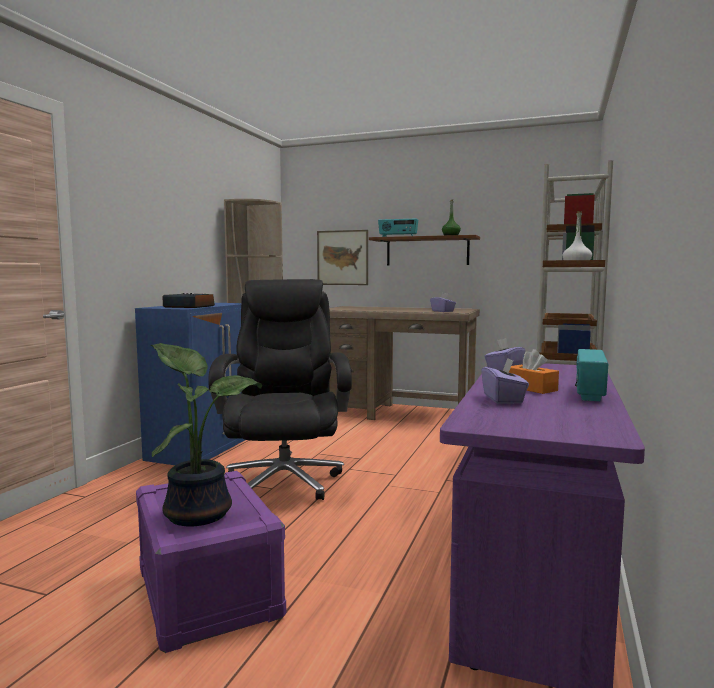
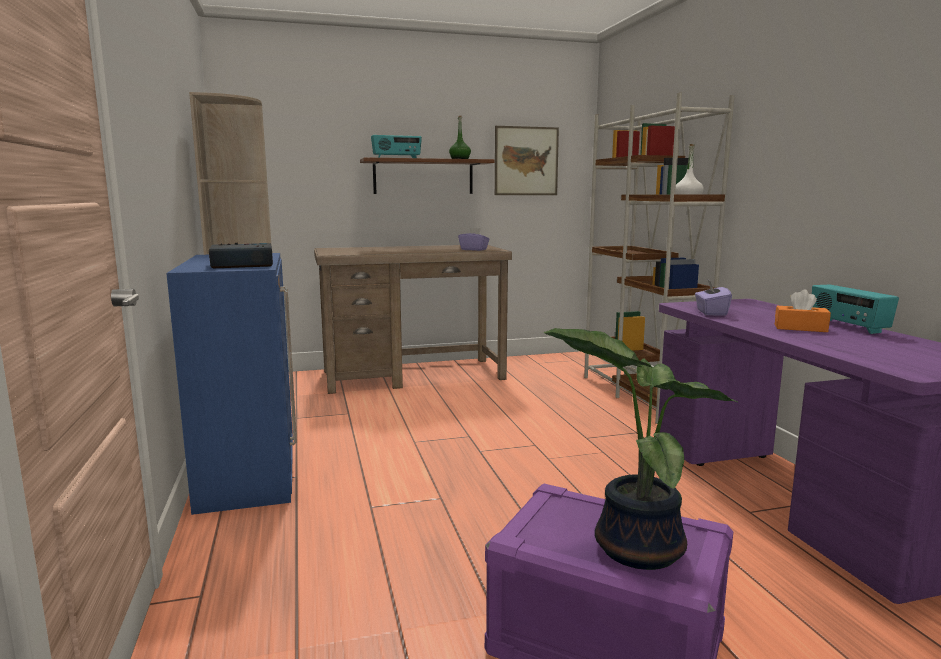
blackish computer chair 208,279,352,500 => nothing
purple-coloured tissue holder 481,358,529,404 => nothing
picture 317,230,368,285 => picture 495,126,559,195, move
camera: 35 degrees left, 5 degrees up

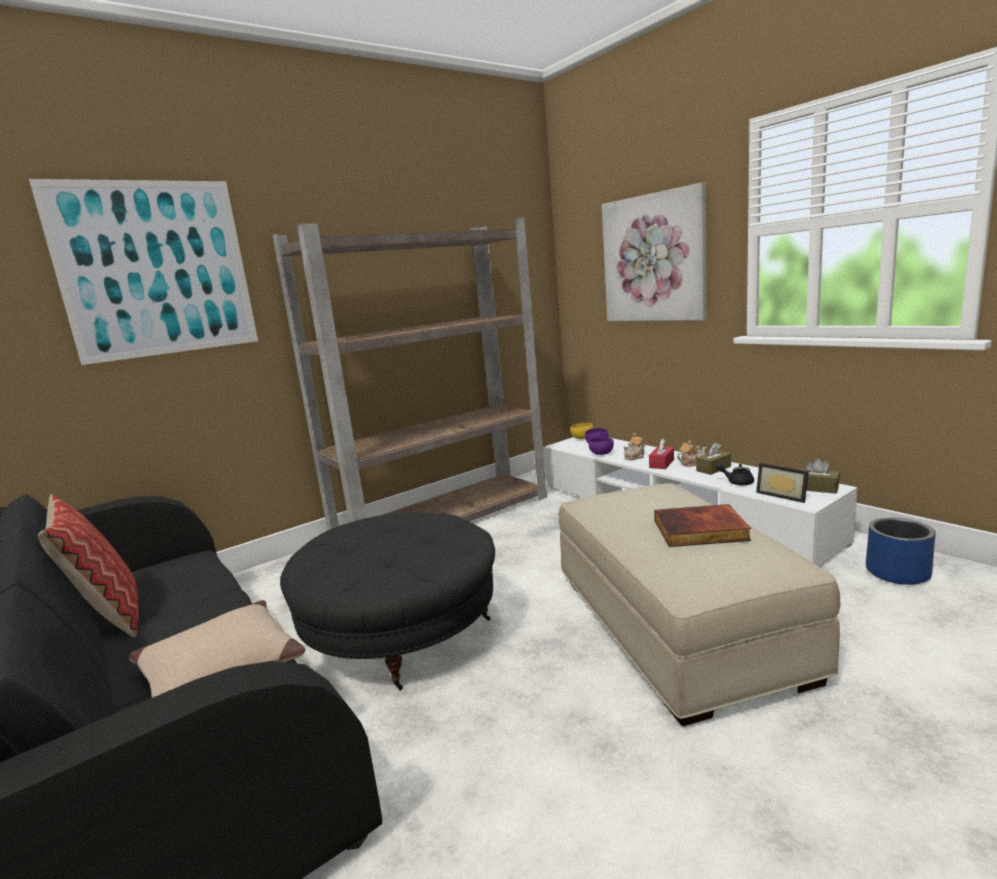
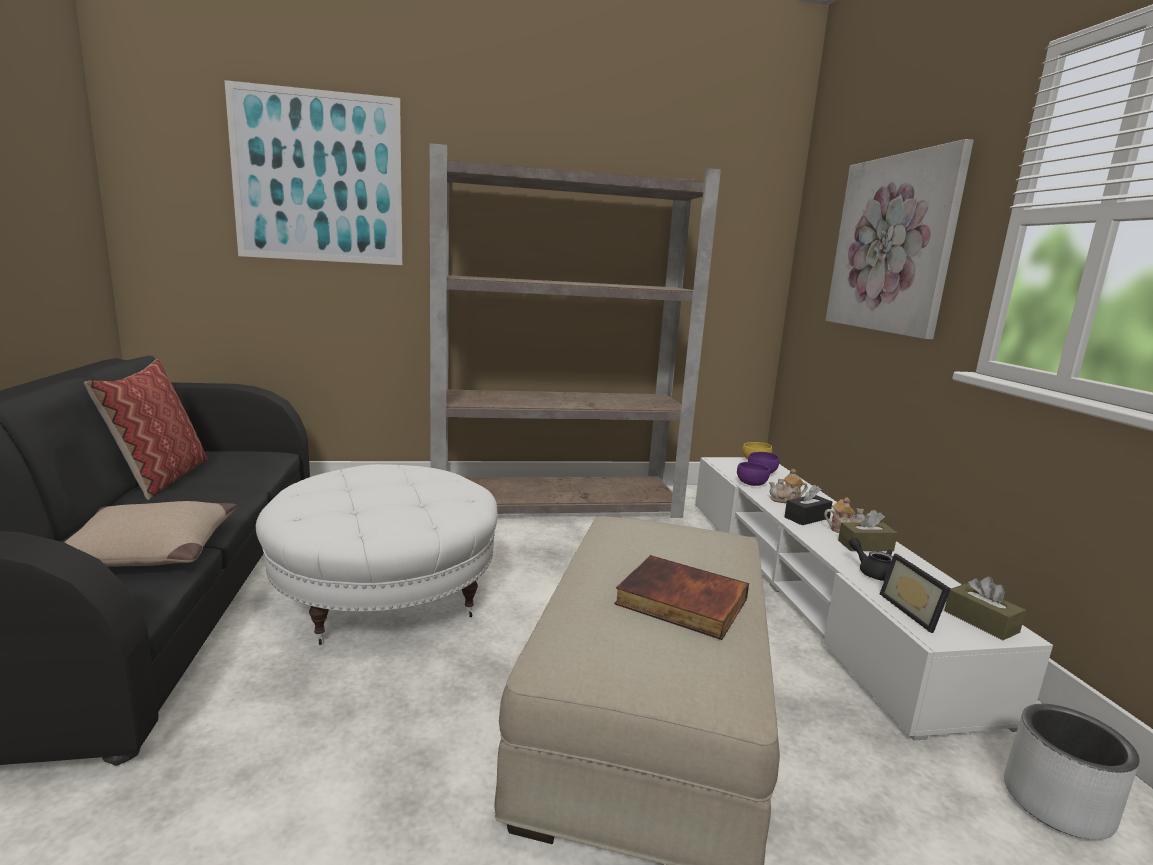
blackish ottoman 280,512,495,690 => white ottoman 256,464,498,645
red-coloured tissue holder 649,438,674,469 => blackish tissue holder 784,485,832,525
bluish plant pot 866,517,936,585 => greyish plant pot 1004,704,1140,840
camera: 25 degrees right, 0 degrees up

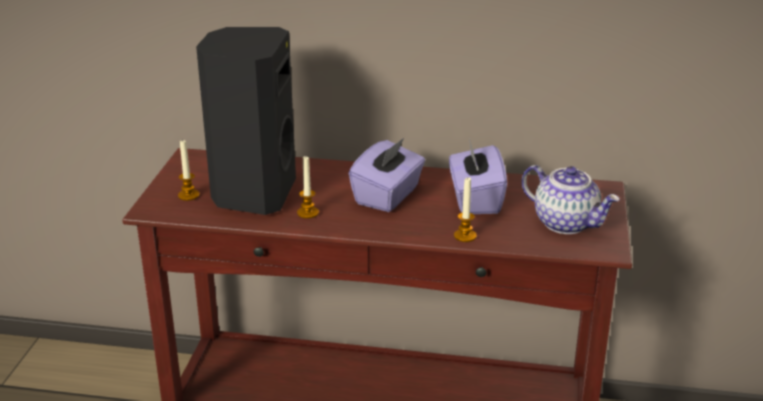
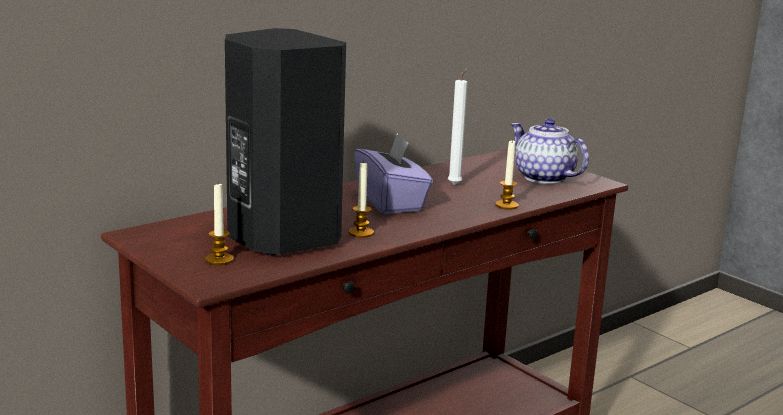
purple-coloured tissue holder 449,139,507,214 => white wax candle 448,67,469,185
teapot 521,165,620,234 => teapot 511,118,589,184, 120 degrees counterclockwise
camera: 50 degrees left, 10 degrees down

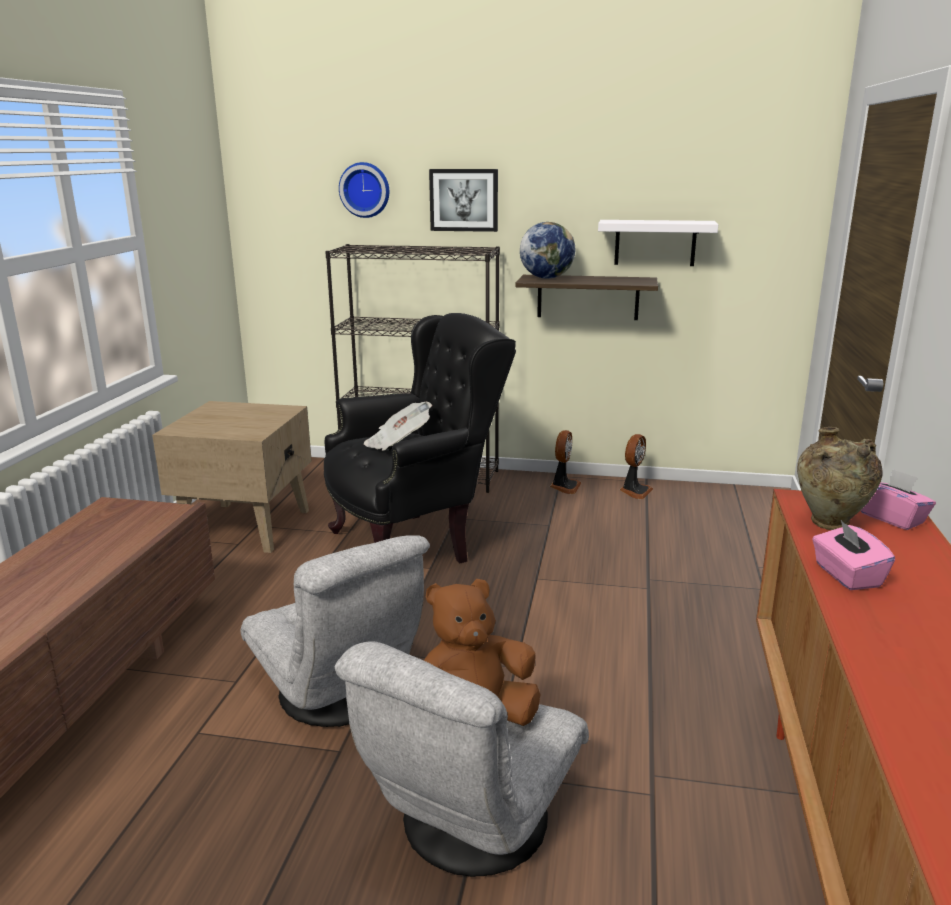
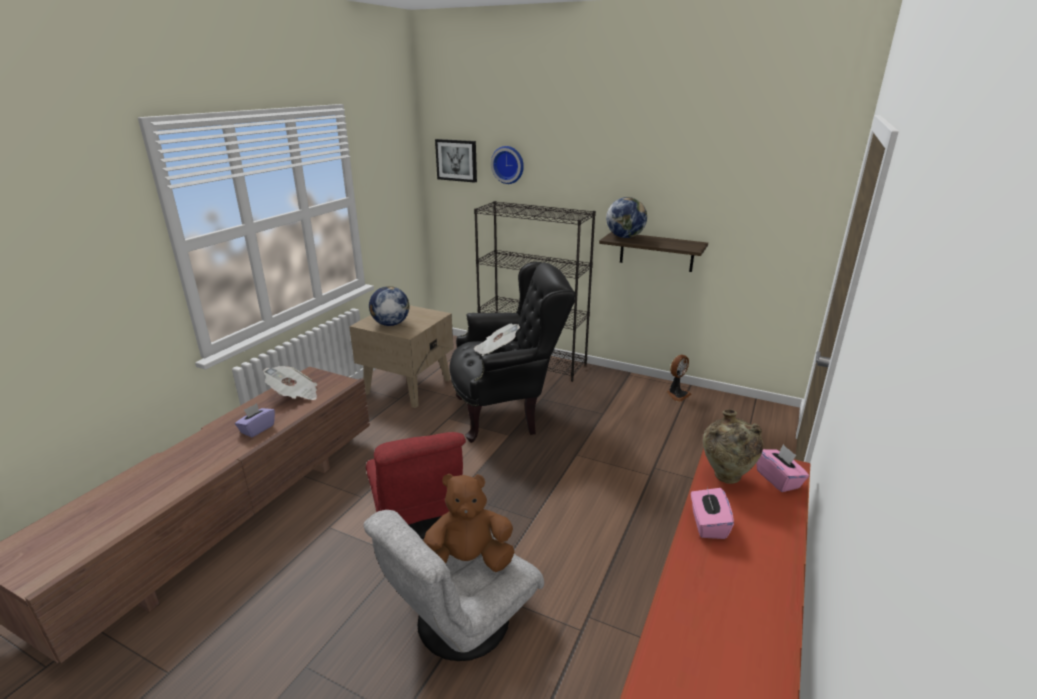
electric fan 550,430,581,494 => nothing
white bracket shelf 598,220,718,266 => nothing
nothing => purple-coloured tissue holder 235,403,275,437
nothing => printed paper 263,366,317,400
nothing => desk globe 369,286,409,326
picture 429,169,498,232 => picture 435,139,477,183, move
greyish armchair 241,535,430,727 => red-coloured armchair 366,432,466,539
camera: 15 degrees right, 5 degrees up

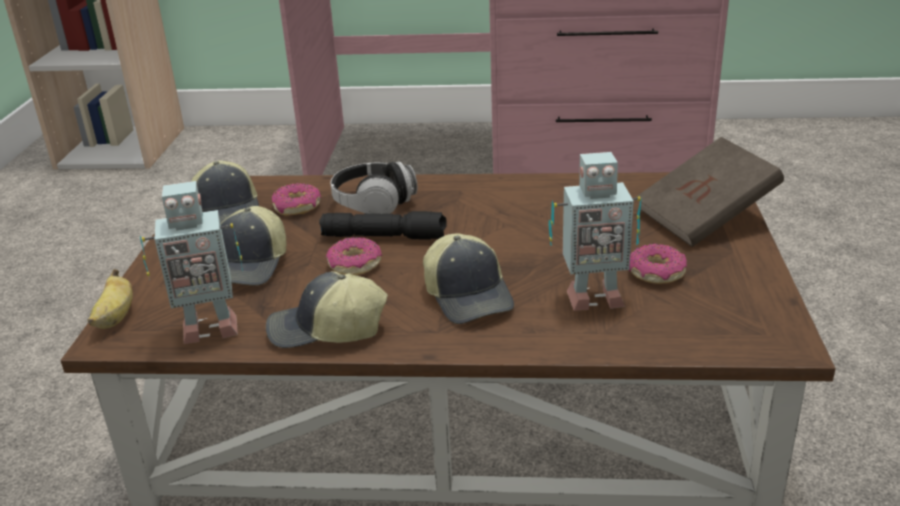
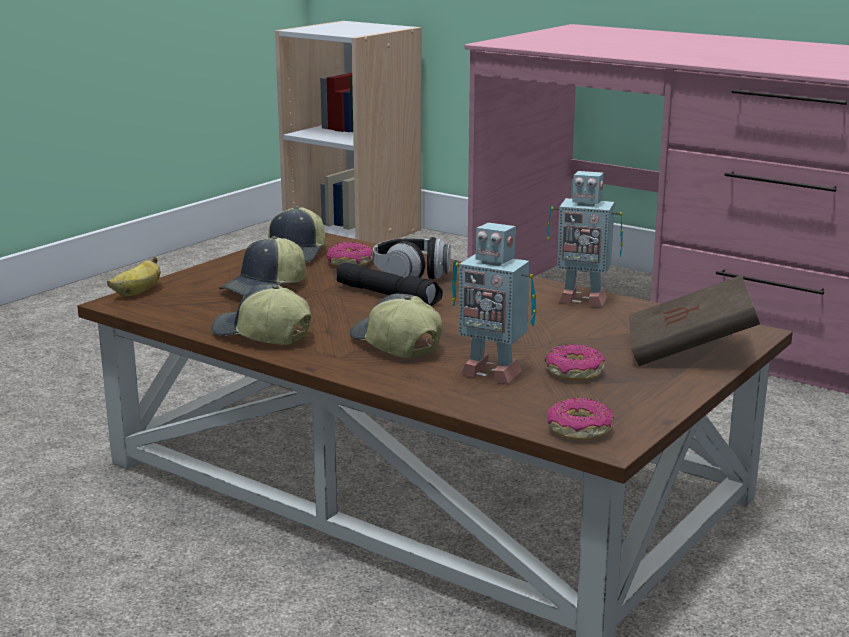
robot figure 140,181,243,344 => robot figure 547,171,623,307, move
donut 326,237,382,275 => donut 547,398,614,440, move
peaked cap 423,233,514,324 => peaked cap 350,294,442,358, 135 degrees clockwise
camera: 30 degrees right, 10 degrees down

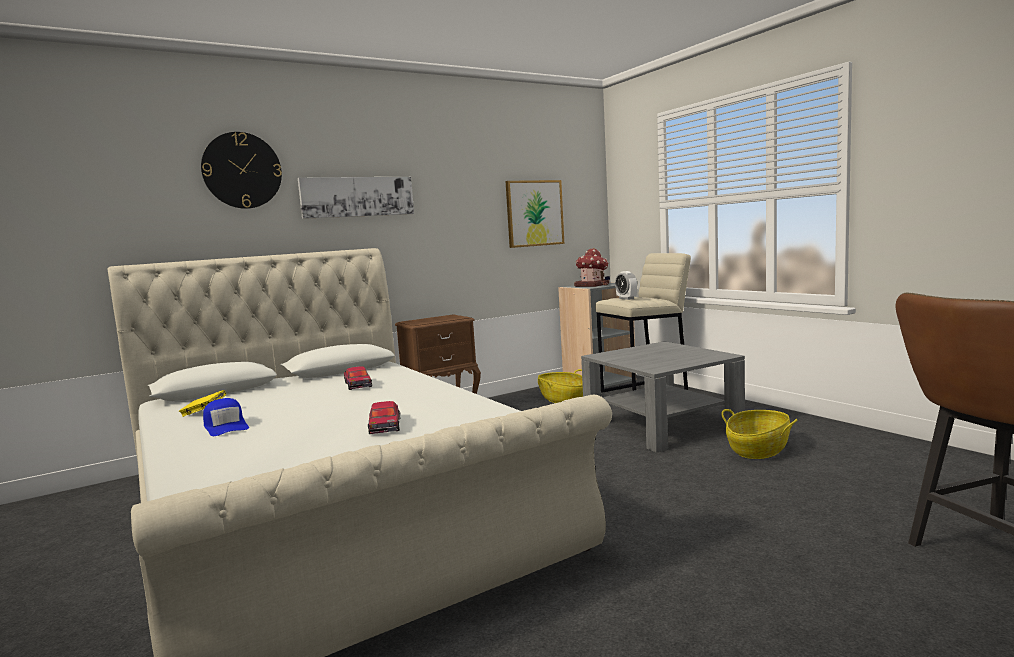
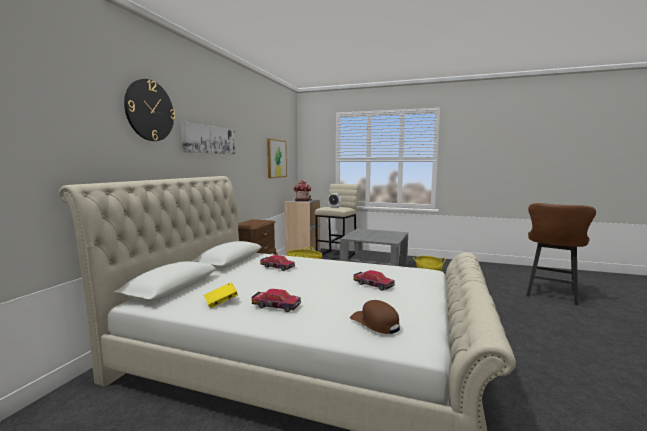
nothing => brown-coloured peaked cap 350,300,400,334
bluish peaked cap 203,398,249,436 => miniature car 251,289,301,312
camera: 40 degrees left, 0 degrees up

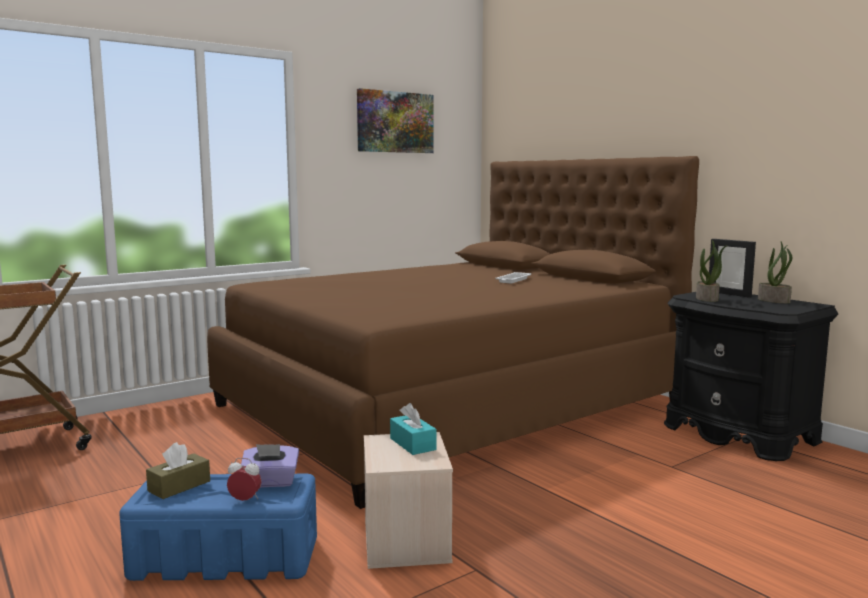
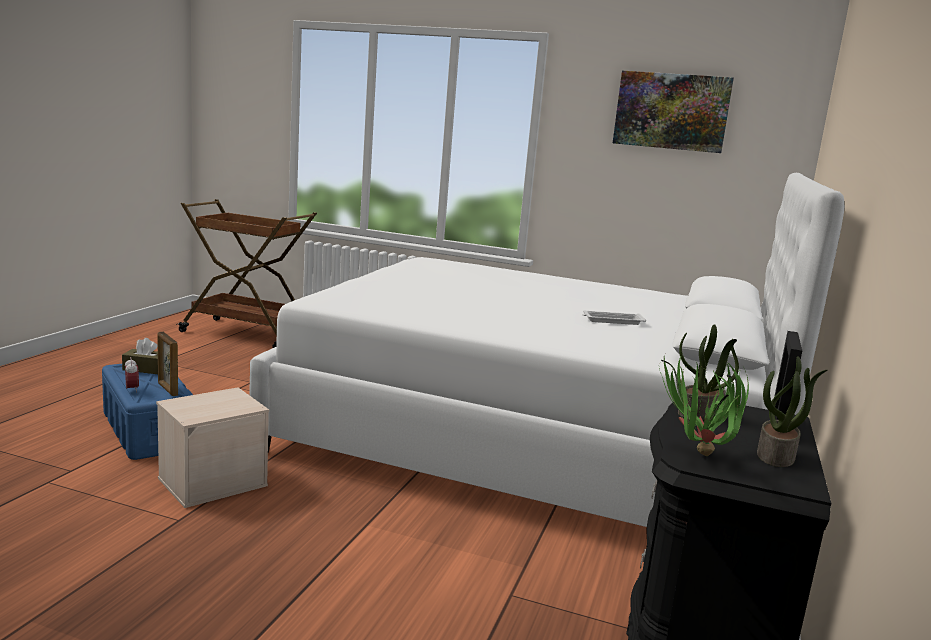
turquoise-coloured tissue holder 390,403,436,455 => nothing
nothing => potted plant 659,357,749,456
purple-coloured tissue holder 241,444,299,488 => photo frame 157,332,178,396
brown-coloured bedroom bed 207,156,699,509 => white bedroom bed 249,173,844,527
camera: 55 degrees right, 5 degrees up

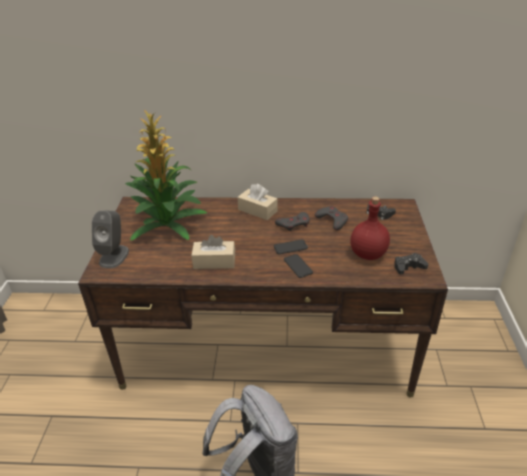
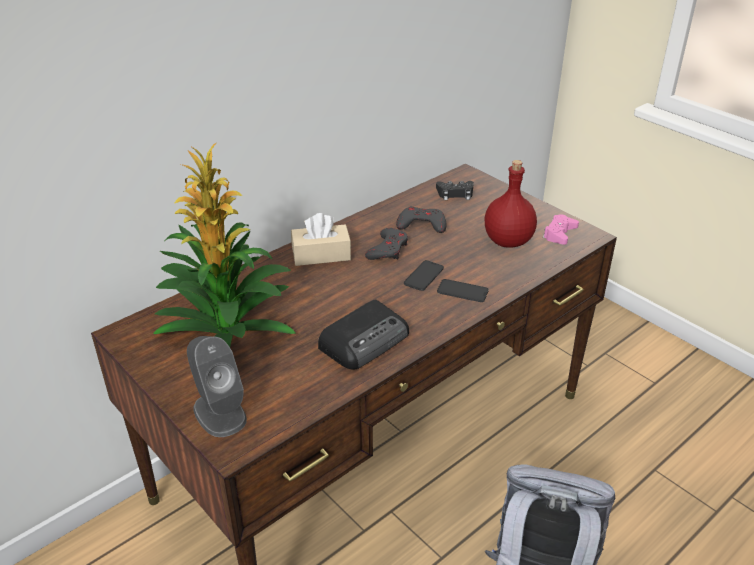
sand-coloured tissue holder 191,235,235,269 => radio 318,300,409,370
blackish gamepad 394,253,428,275 => pink-coloured gamepad 543,214,579,245
camera: 45 degrees left, 0 degrees up

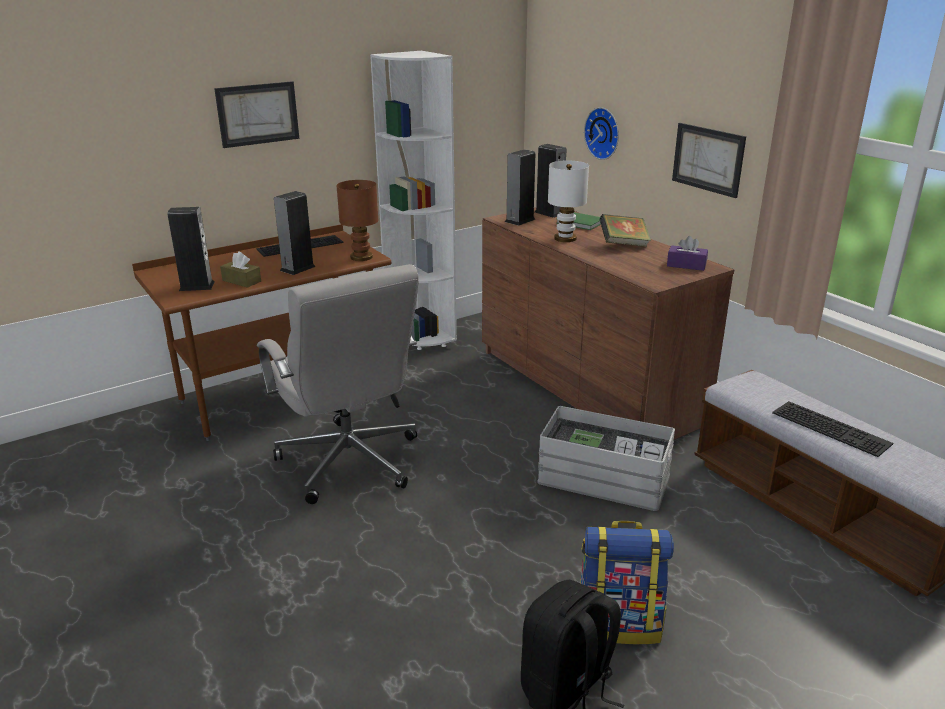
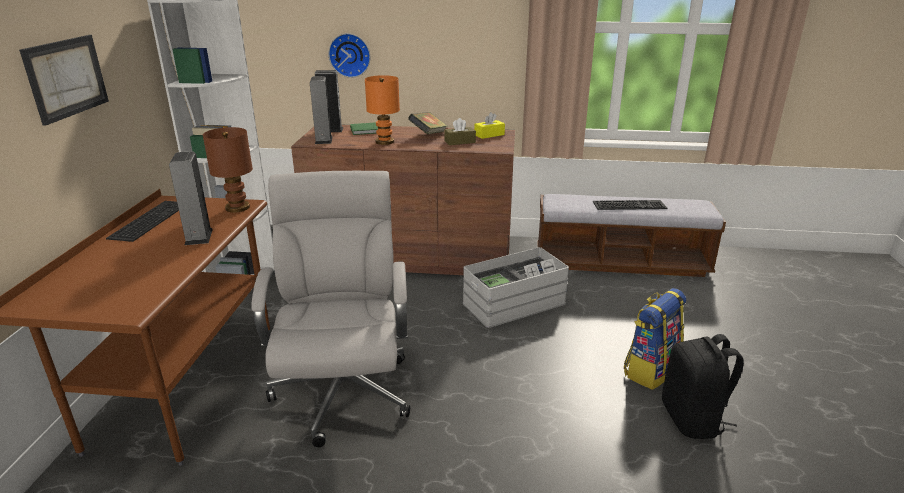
loudspeaker 167,207,214,291 => nothing
picture 672,123,746,198 => nothing
brown-coloured tissue holder 220,252,261,288 => brown-coloured tissue holder 445,118,476,145, move
white lamp for a table 548,161,589,242 => orangey lamp for a table 365,75,400,145
purple-coloured tissue holder 667,236,708,271 => yellow tissue holder 474,112,505,139
greyish computer chair 257,264,419,504 => greyish computer chair 251,171,410,447, 105 degrees counterclockwise
camera: 50 degrees left, 0 degrees up

